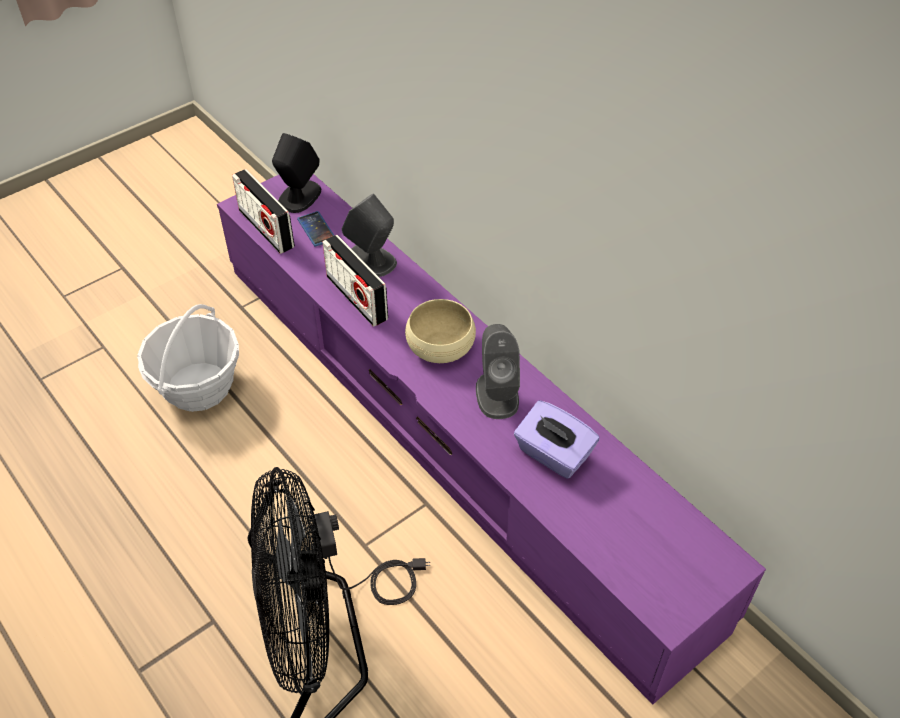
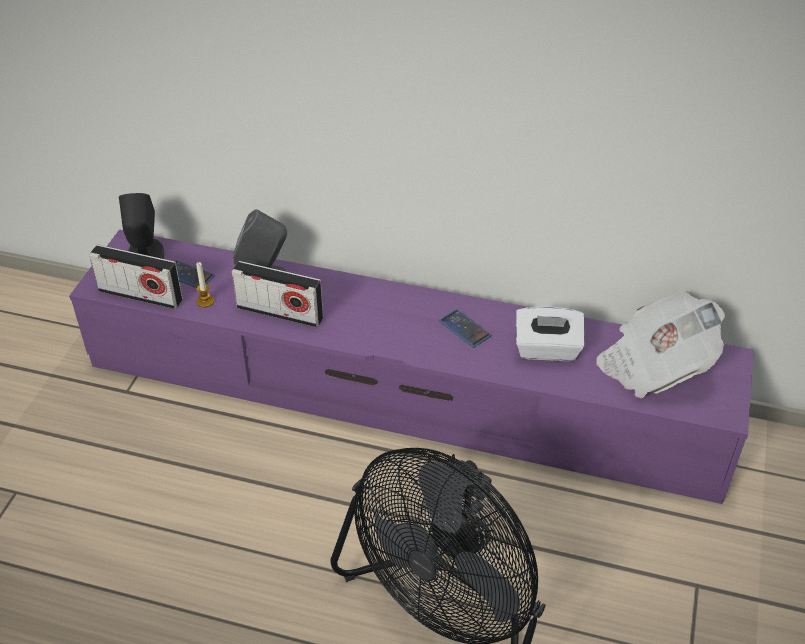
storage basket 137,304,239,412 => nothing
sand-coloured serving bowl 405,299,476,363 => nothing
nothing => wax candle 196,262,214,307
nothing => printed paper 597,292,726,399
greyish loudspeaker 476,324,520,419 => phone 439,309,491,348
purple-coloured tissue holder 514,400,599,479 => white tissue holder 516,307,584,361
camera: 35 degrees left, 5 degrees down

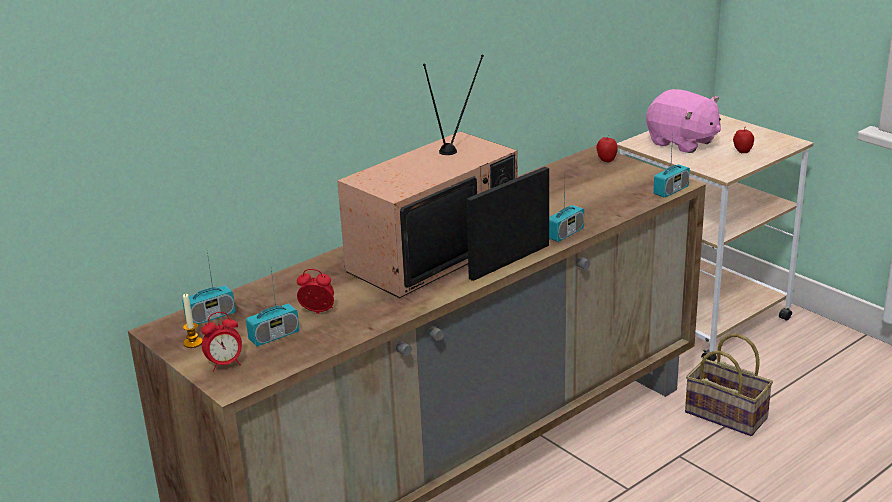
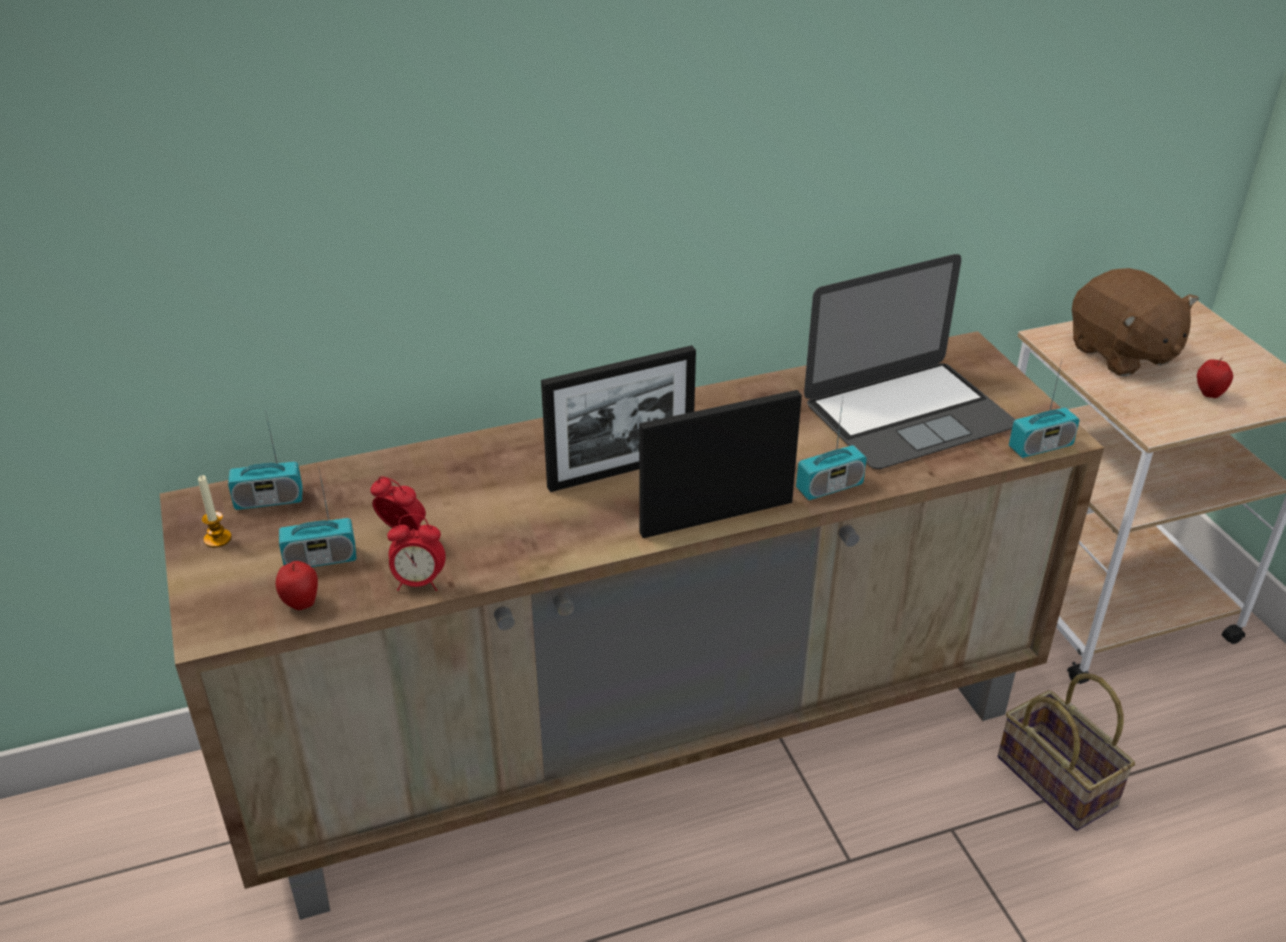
nothing => laptop 804,254,1016,469
alarm clock 201,312,242,372 => alarm clock 387,514,446,591, move
whole apple 596,135,618,162 => whole apple 276,561,318,610, move
TV set 337,55,518,298 => photo frame 541,345,696,492
pink-coloured soft toy 646,89,721,153 => brown-coloured soft toy 1072,268,1198,377
camera: 20 degrees right, 10 degrees up

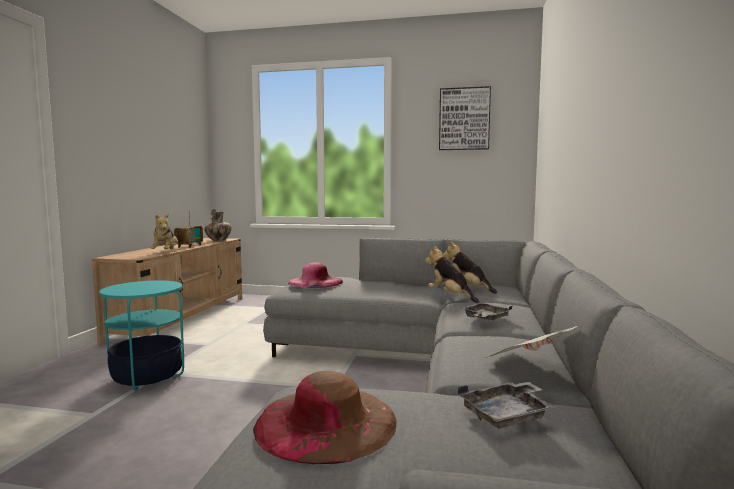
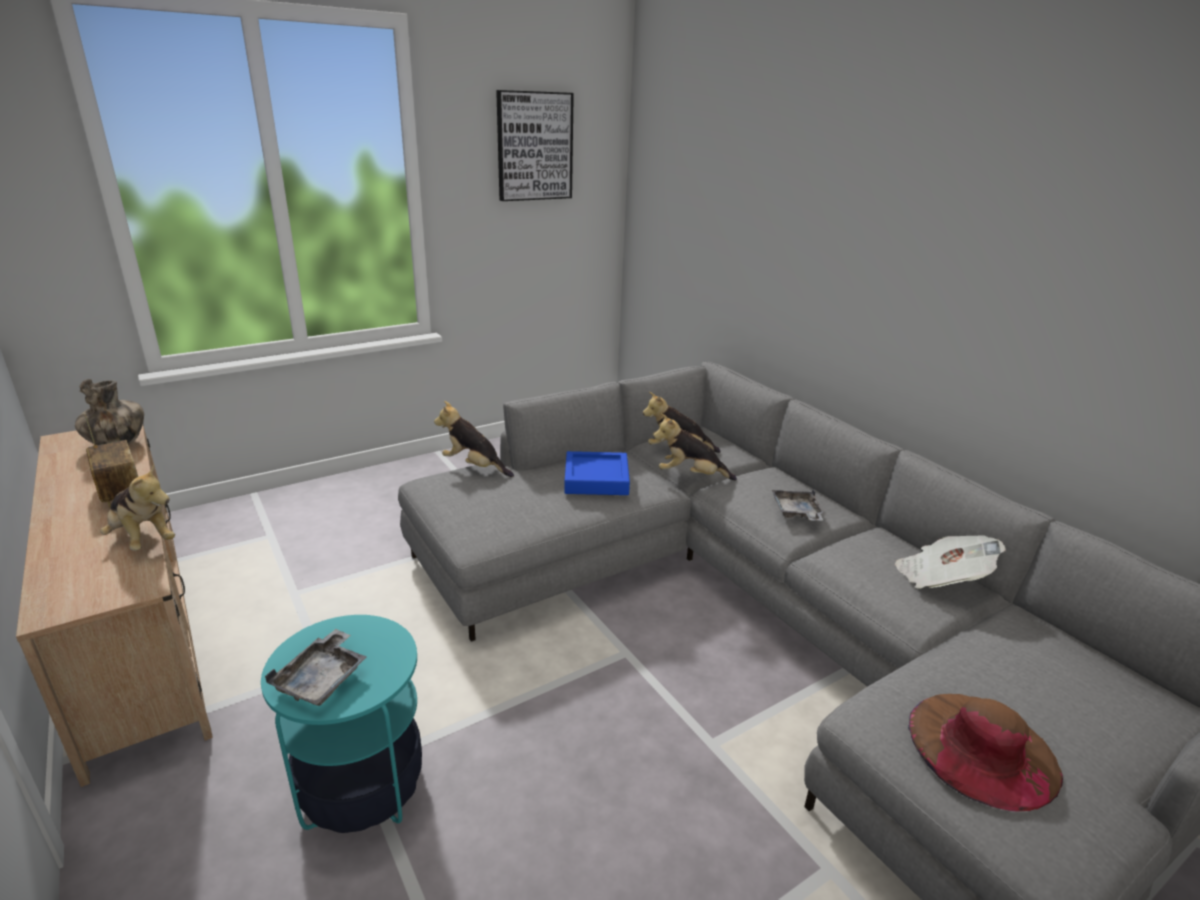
pink-coloured wearable hat 288,262,343,288 => nothing
nothing => soft toy 434,401,514,477
nothing => bluish tray 564,451,630,495
greyish tray 458,382,556,428 => greyish tray 265,629,367,706, move
camera: 45 degrees left, 20 degrees up

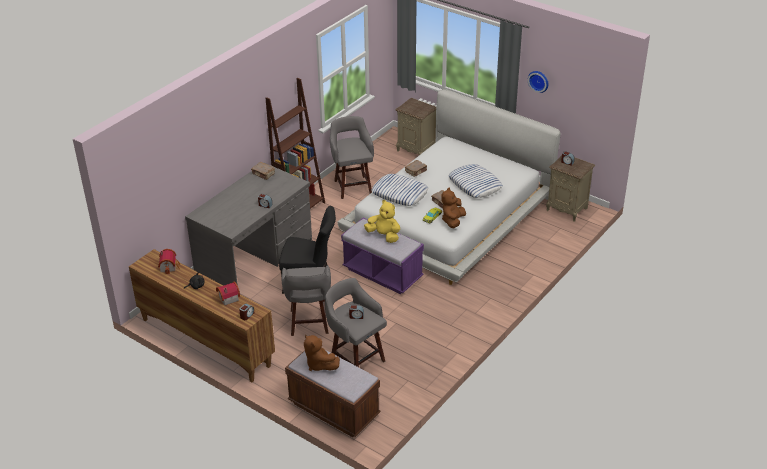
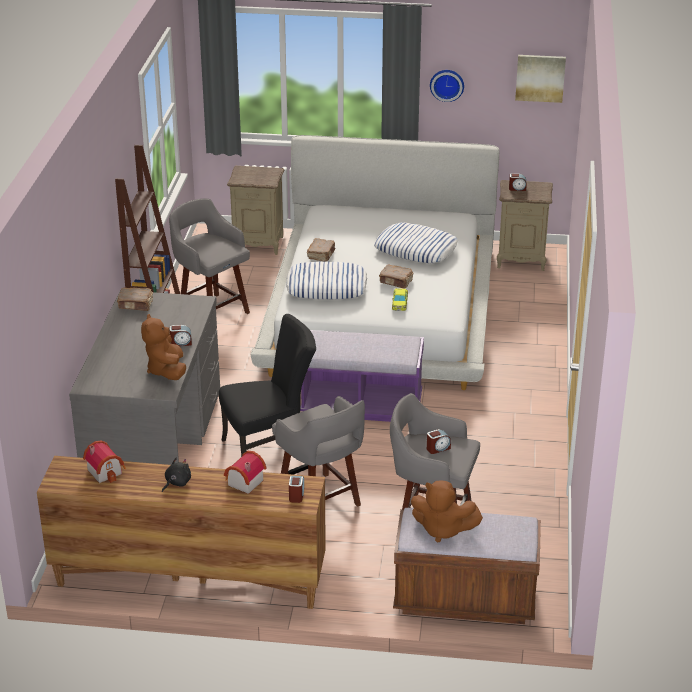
yellow soft toy 364,200,400,243 => nothing
nothing => picture 515,55,566,103
brown-coloured soft toy 441,188,466,228 => brown-coloured soft toy 141,314,186,380, move
camera: 30 degrees left, 5 degrees down

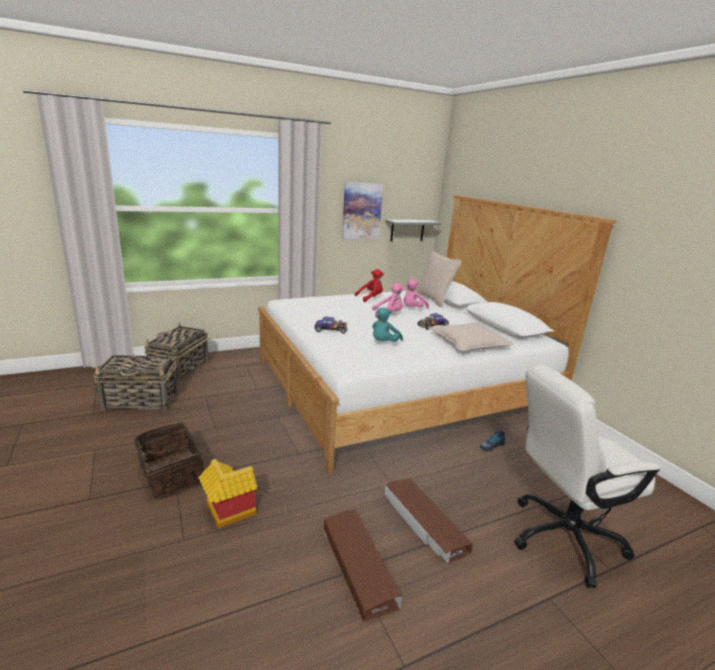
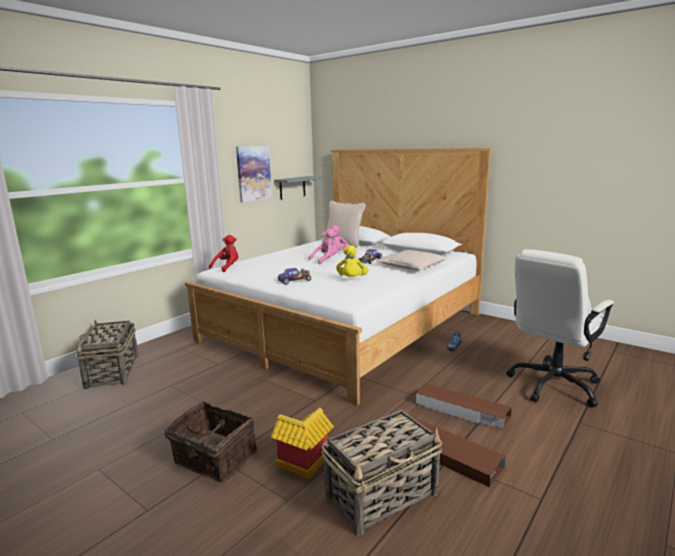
storage basket 93,355,178,411 => storage basket 322,410,442,536, move
red-coloured soft toy 355,269,384,302 => red-coloured soft toy 209,235,238,272, move
turquoise-coloured soft toy 372,307,403,342 => yellow soft toy 336,245,369,277
camera: 25 degrees left, 5 degrees down

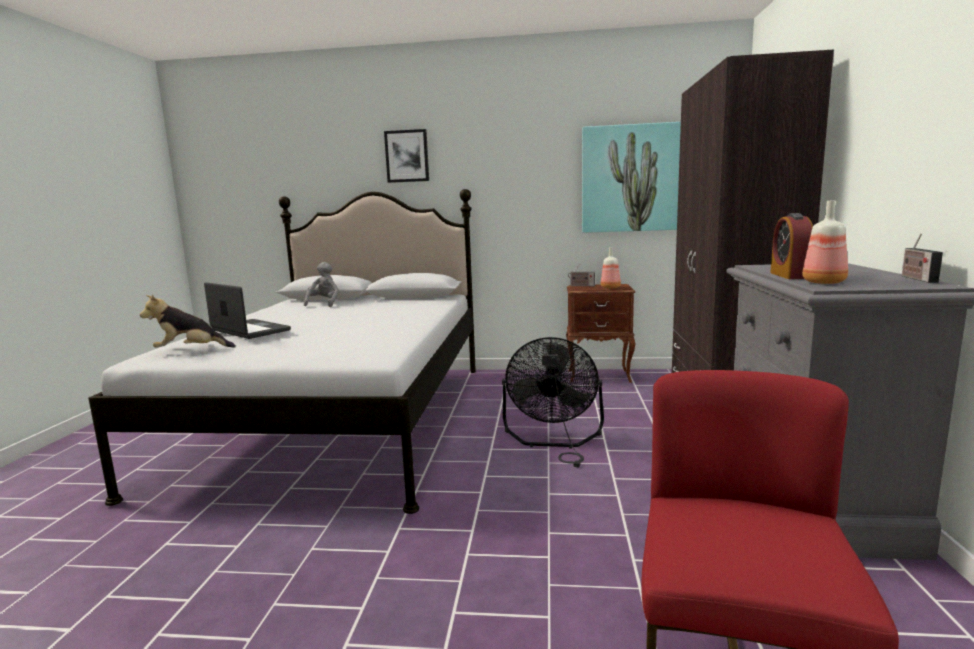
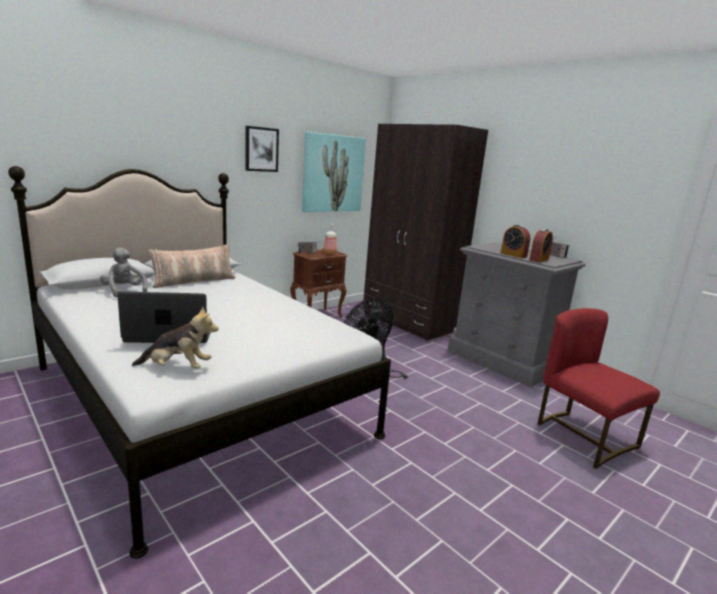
nothing => pillow 148,244,235,288
picture 384,129,429,183 => picture 245,126,279,172, move
bottle 802,200,848,284 => alarm clock 529,229,553,263
soft toy 140,294,236,348 => soft toy 132,306,218,368, 120 degrees counterclockwise
camera: 50 degrees left, 5 degrees up

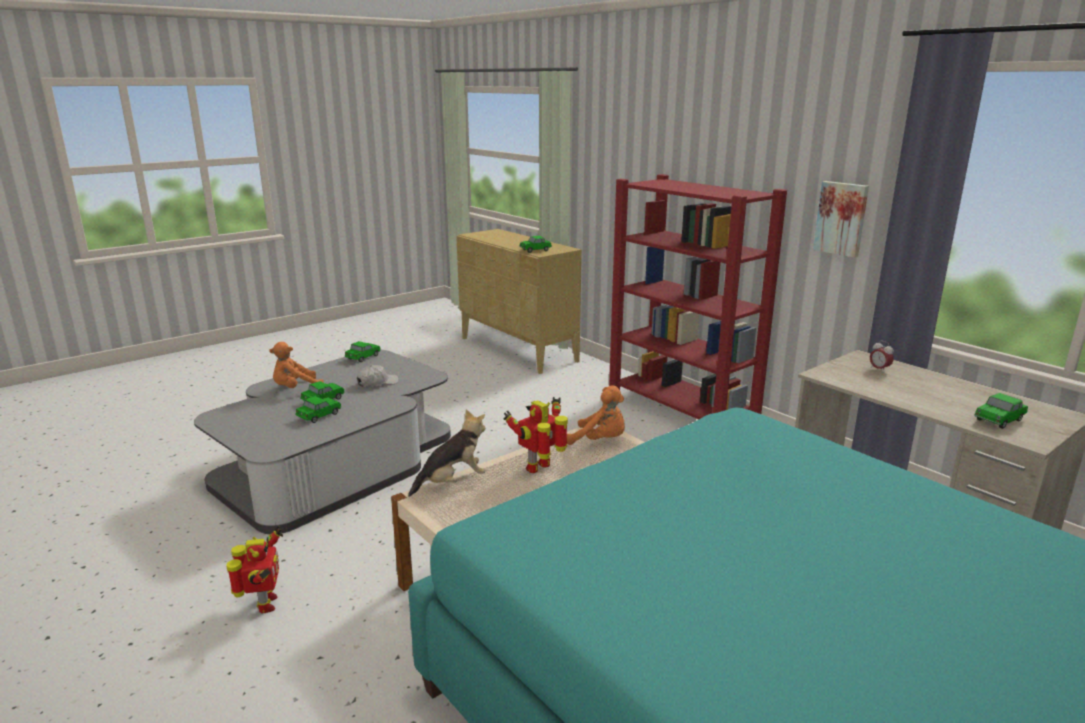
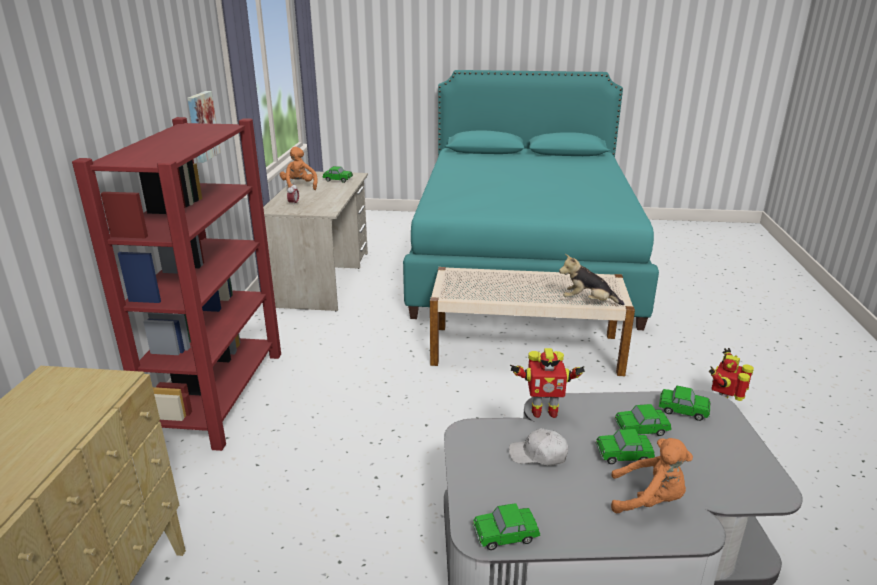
robot figure 503,397,568,473 => robot figure 510,348,585,418, move
miniature car 519,236,552,253 => miniature car 659,385,710,421, move
orangey soft toy 567,386,625,445 => orangey soft toy 280,147,318,190, move
camera: 135 degrees left, 5 degrees up

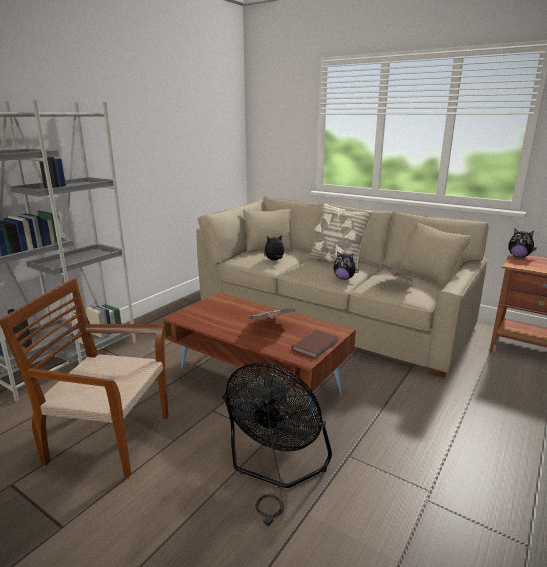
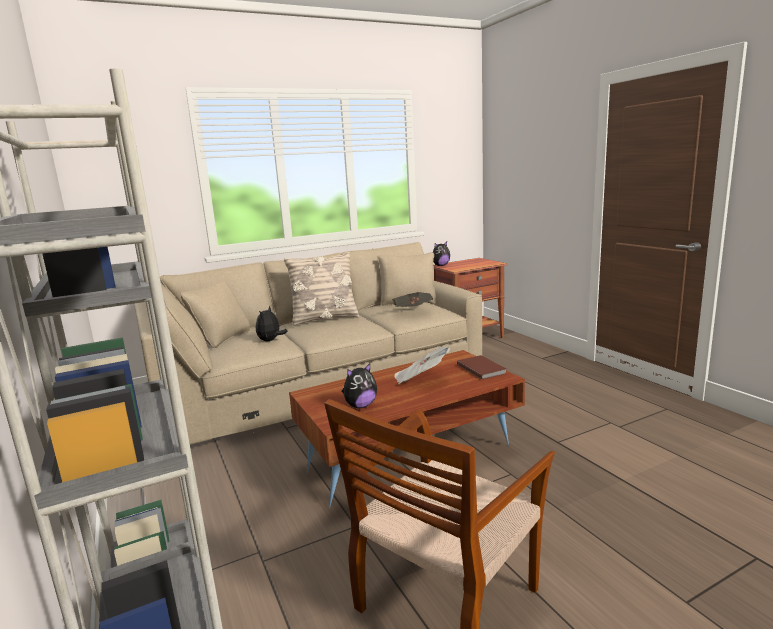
blackish electric fan 222,363,332,526 => nothing
soft toy 333,251,359,280 => soft toy 342,363,377,408, move
camera: 60 degrees left, 5 degrees down

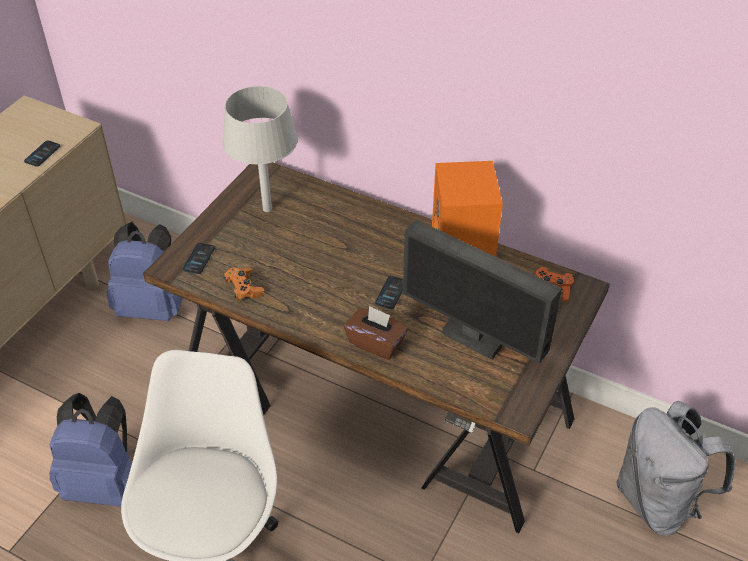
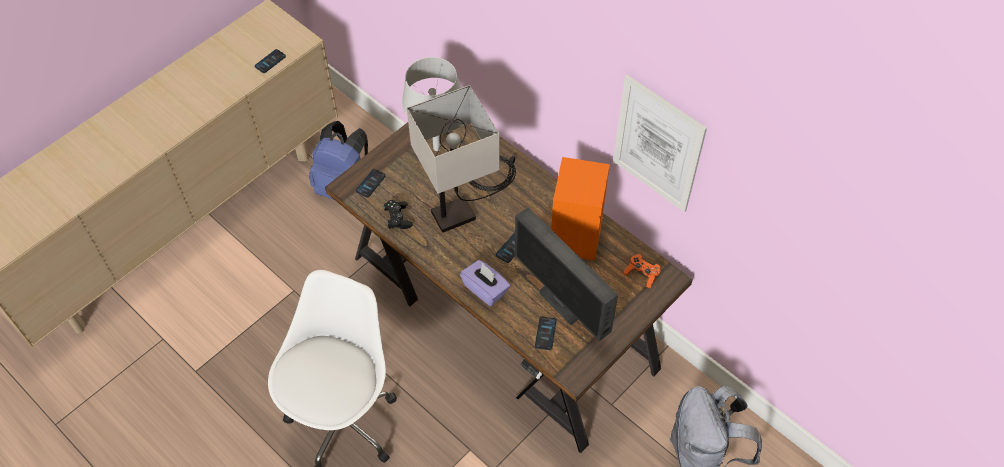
bluish backpack 49,393,132,507 => nothing
nothing => lamp for a table 407,85,516,233
nothing => phone 535,317,556,350
nothing => picture 613,75,707,212
orangey gamepad 223,267,265,301 => blackish gamepad 383,200,412,229
brown-coloured tissue holder 344,305,408,360 => purple-coloured tissue holder 460,260,511,307
camera: 15 degrees right, 10 degrees up

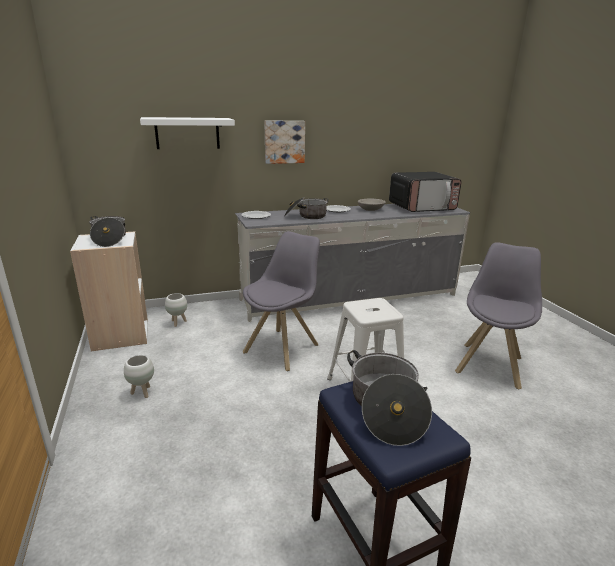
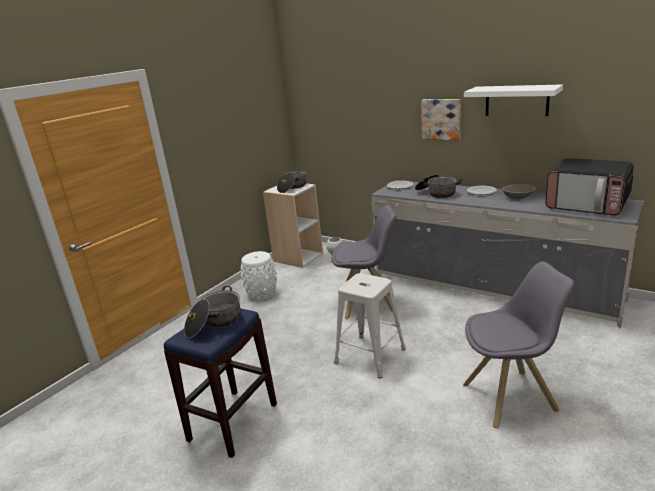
white bracket shelf 140,117,235,149 => white bracket shelf 464,84,563,116, move
white plant pot 124,355,154,398 => white stool 241,251,277,301
camera: 55 degrees right, 0 degrees up

